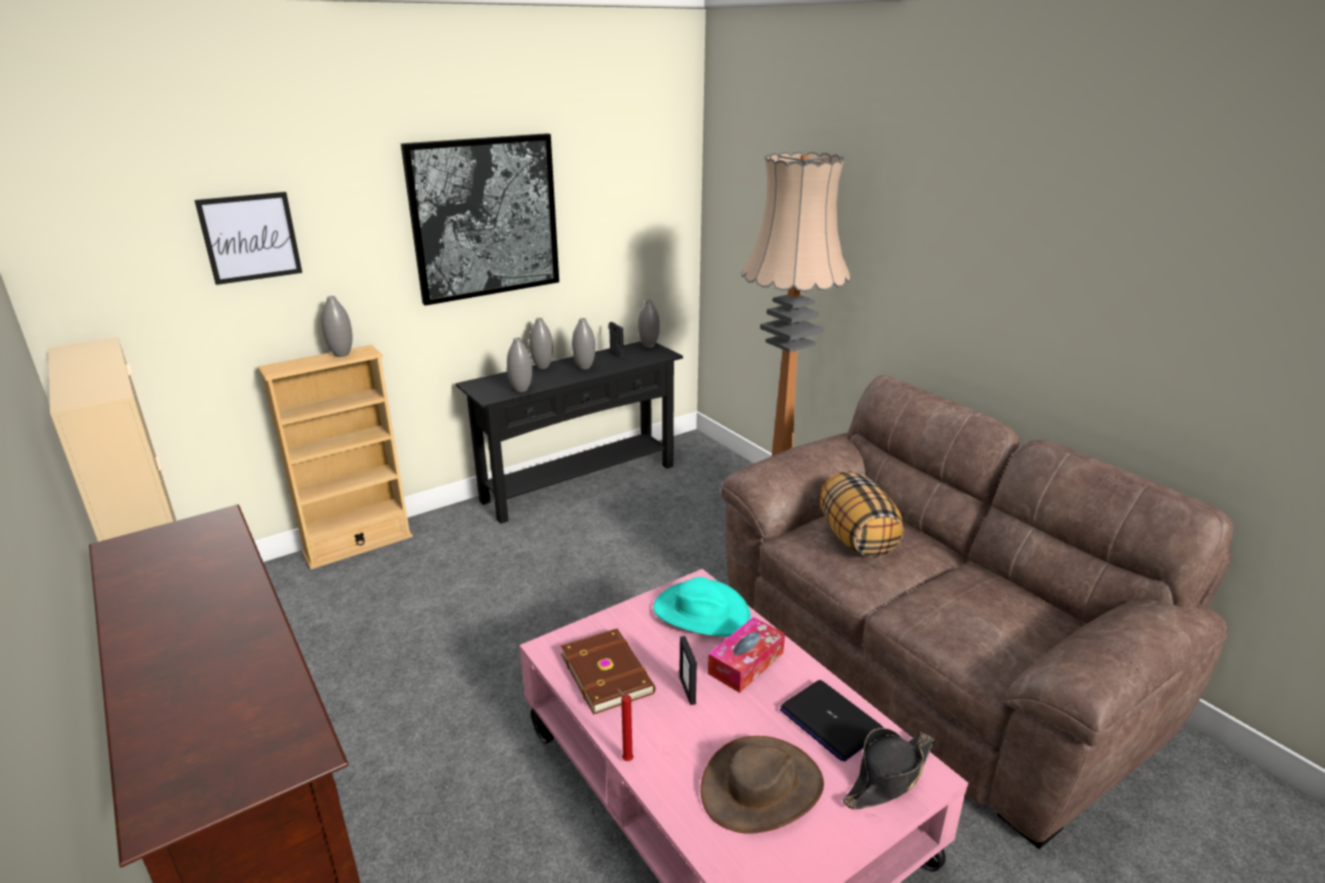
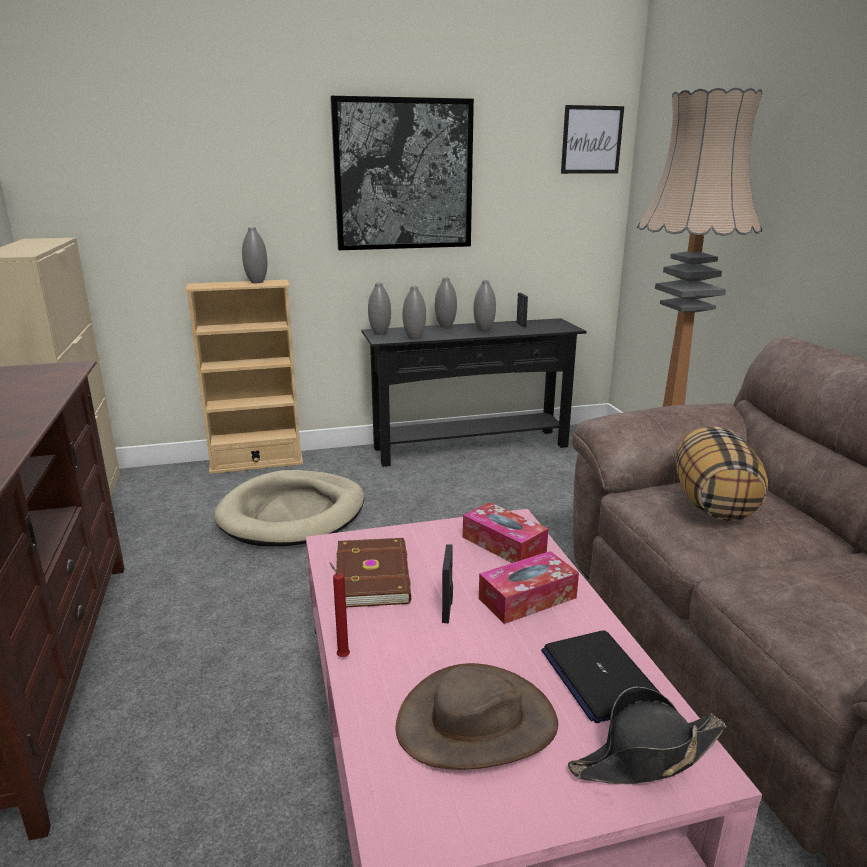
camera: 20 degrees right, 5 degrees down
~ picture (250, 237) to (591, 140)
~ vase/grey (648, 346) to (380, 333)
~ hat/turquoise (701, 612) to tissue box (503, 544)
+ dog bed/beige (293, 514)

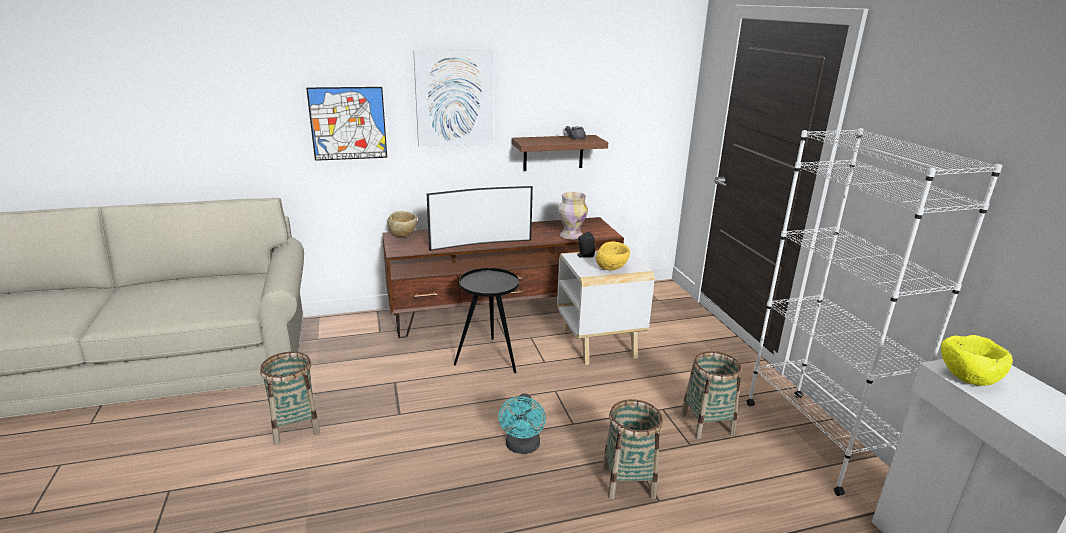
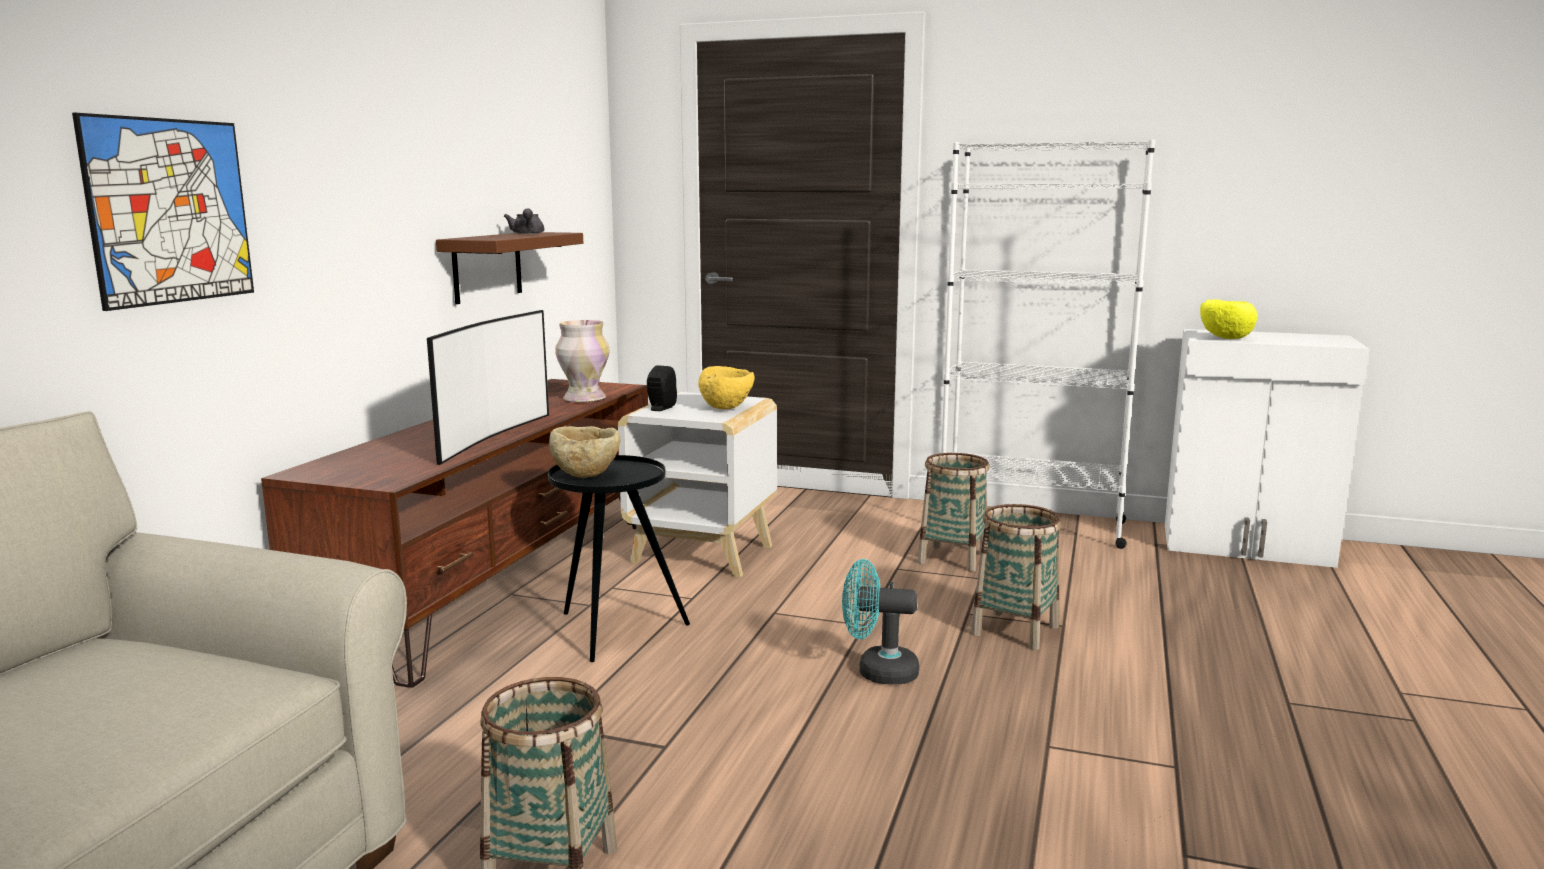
camera: 55 degrees left, 10 degrees down
- picture (454, 98)
~ bowl/beige (403, 235) to (586, 475)
~ fan/turquoise (522, 447) = (877, 671) 150 degrees clockwise

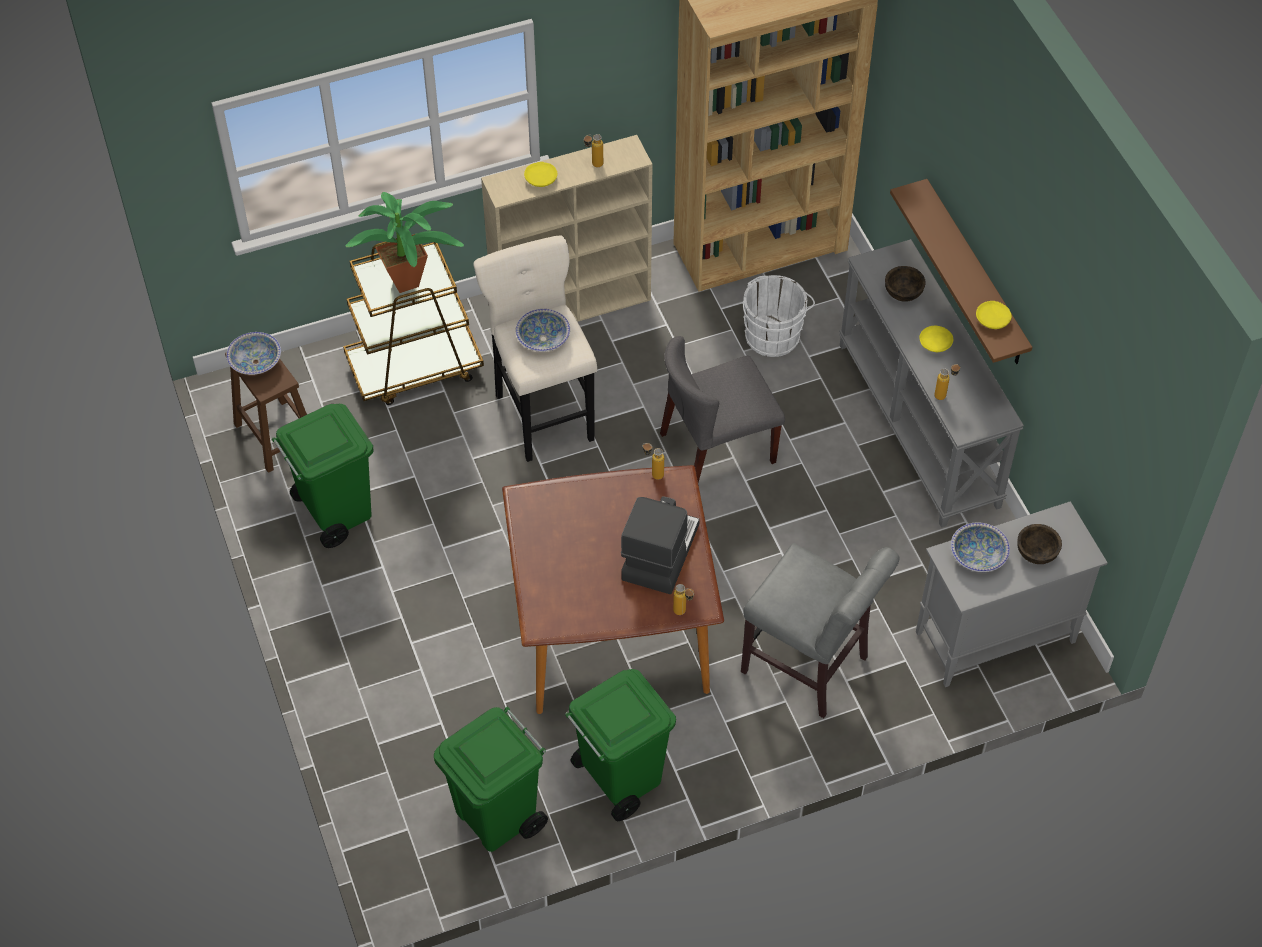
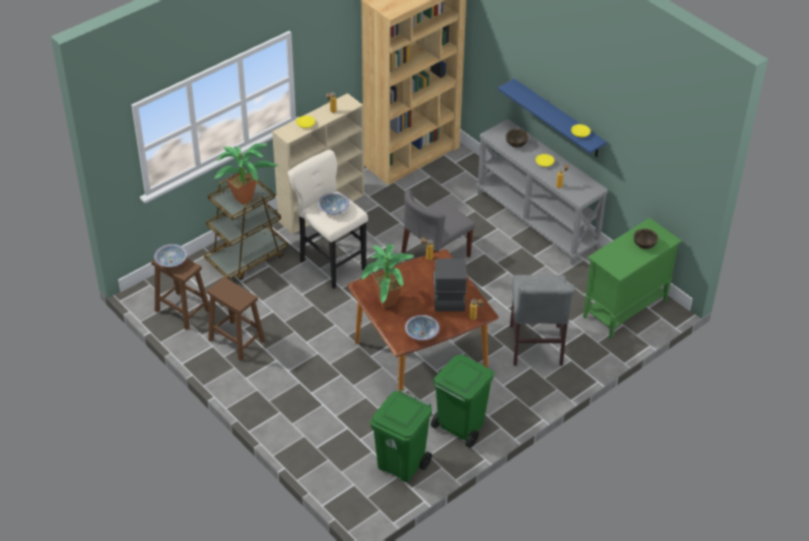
camera: 20 degrees left, 10 degrees down
~ shelf/brown (975, 275) to shelf/blue (558, 119)
- bucket/white (774, 334)
~ trash can/green (335, 512) to stool/brown (236, 340)
~ cabinet/grey (994, 638) to cabinet/green (624, 309)
~ bowl (978, 555) to (421, 333)
~ chair/grey (810, 668) = (536, 348) 75 degrees clockwise
+ potted plant (386, 305)

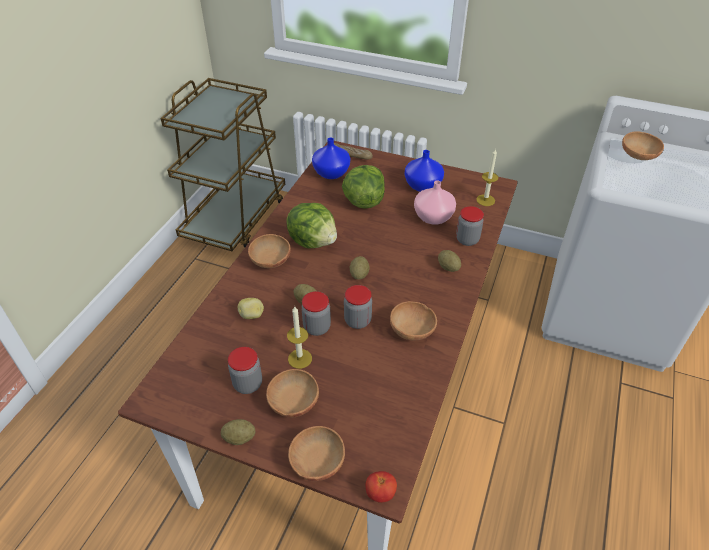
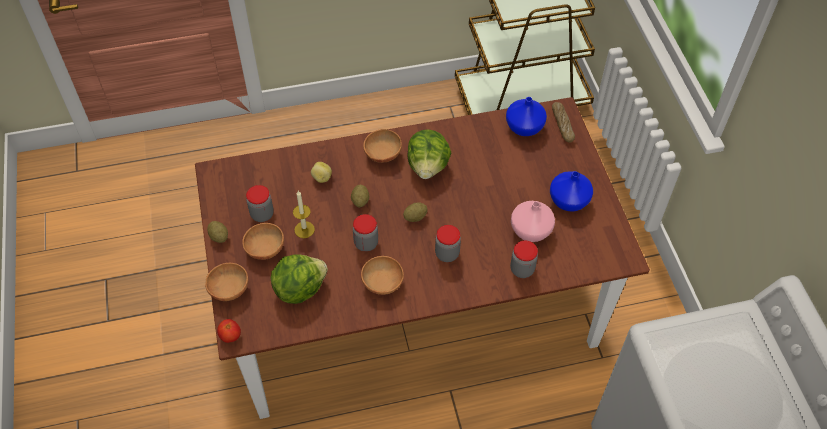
camera: 55 degrees right, 10 degrees up
- bowl/brown (637, 157)
- candle (485, 200)
~ lettuce (363, 201) to (299, 288)
- potato (448, 267)
~ jar (317, 327) to (447, 254)

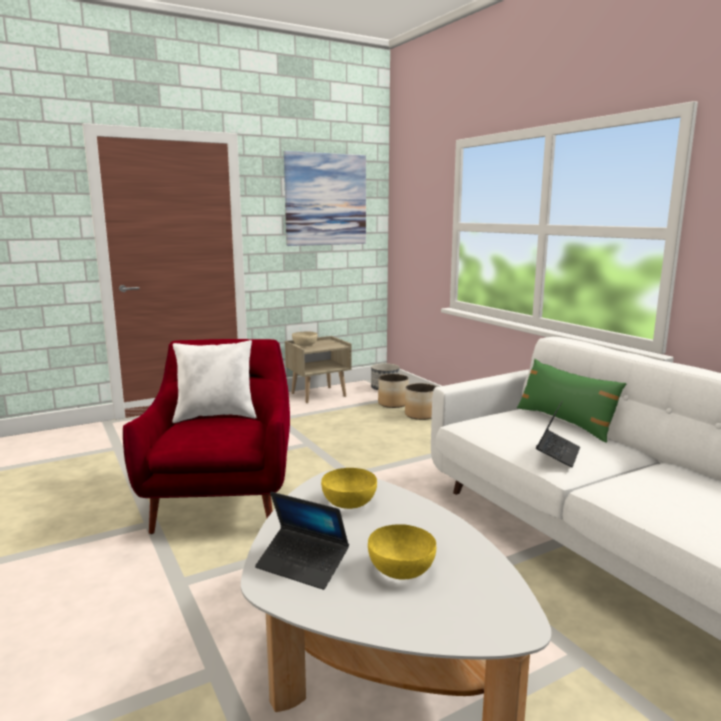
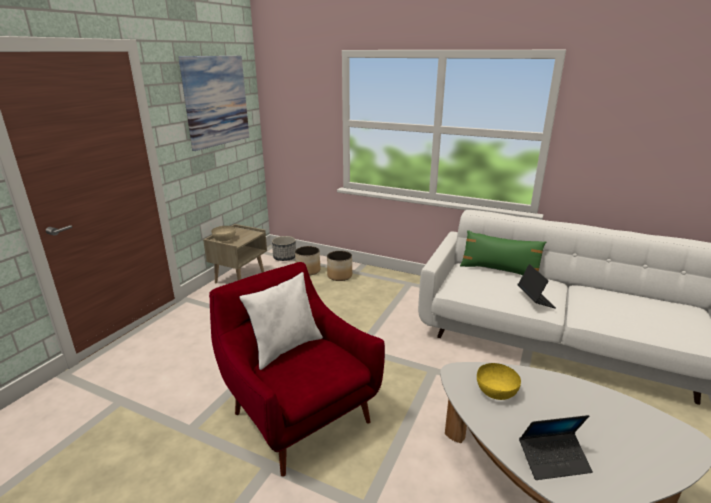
camera: 35 degrees left, 10 degrees up
- bowl/yellow (400, 569)

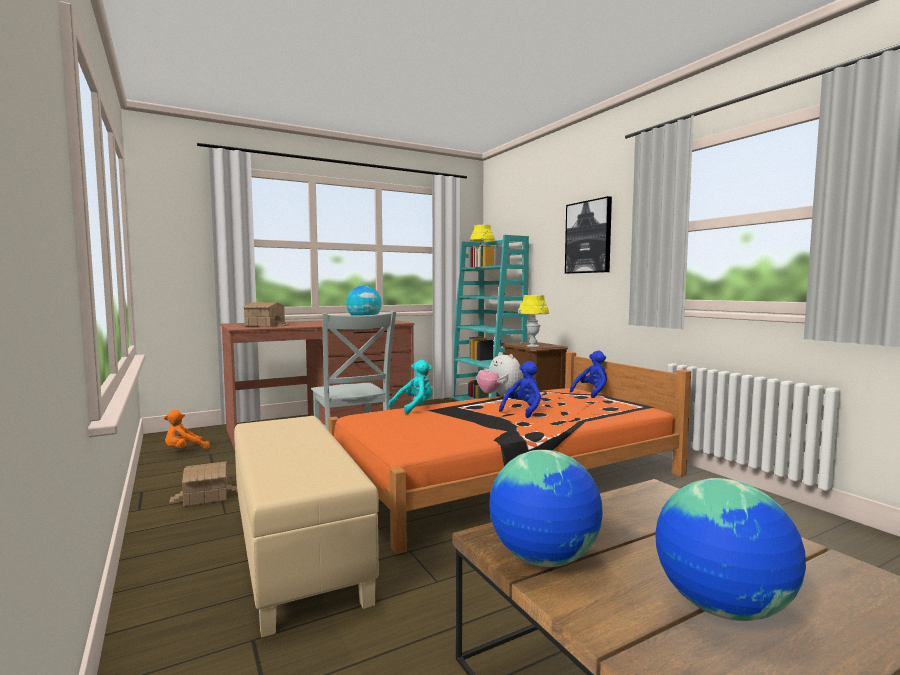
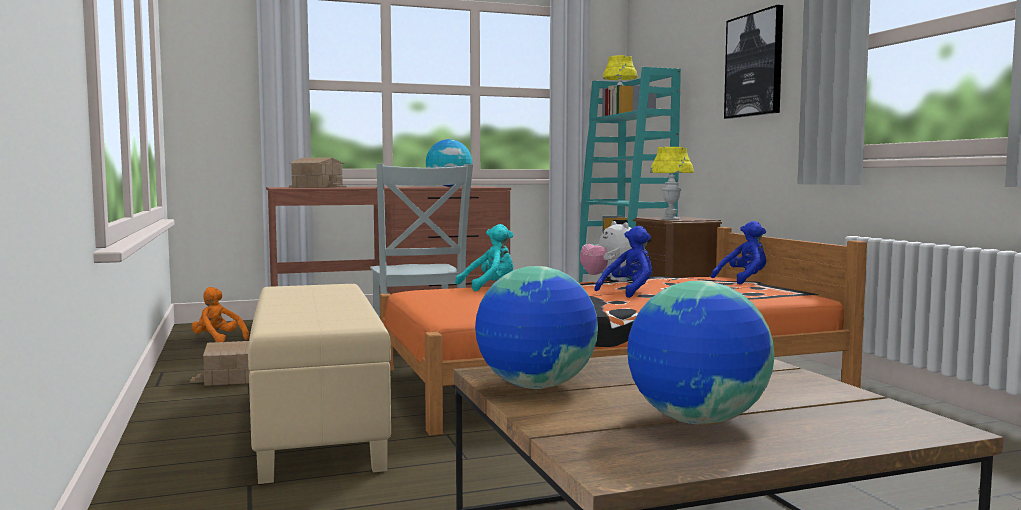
camera: 10 degrees right, 0 degrees up
~ plush toy/orange (184, 450) = (218, 340) 60 degrees clockwise

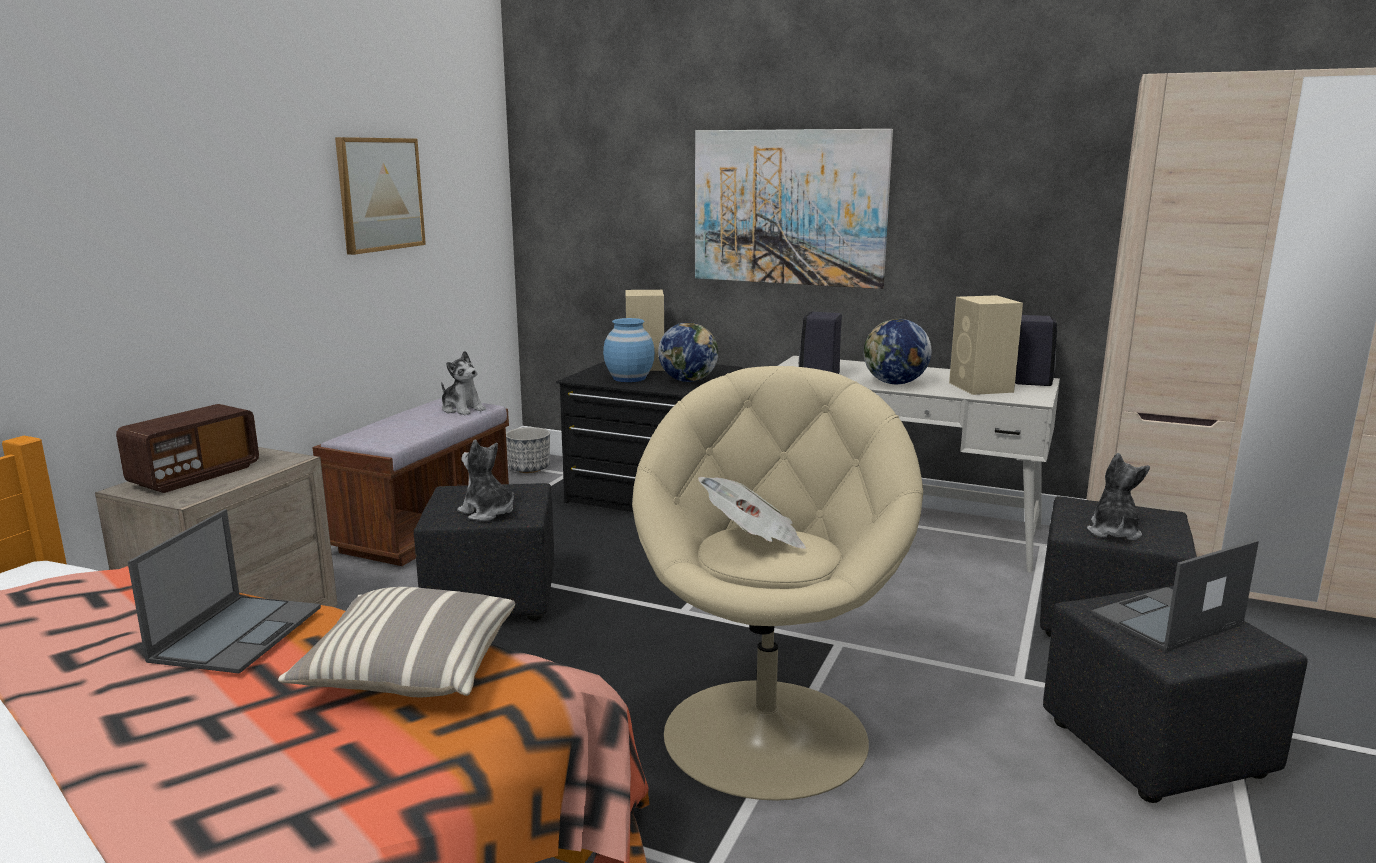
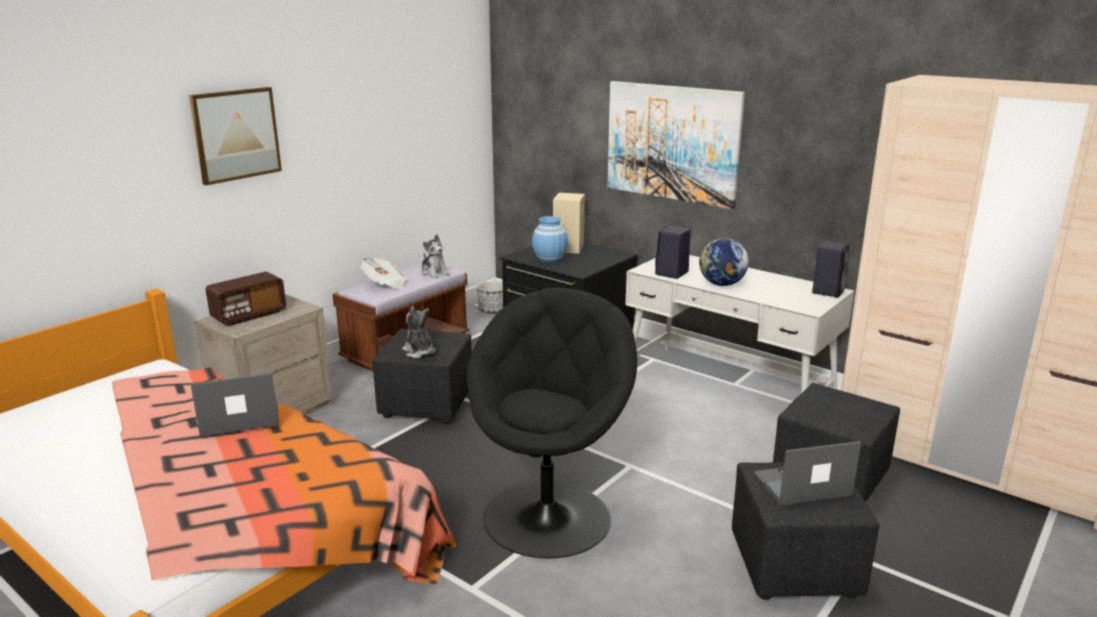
camera: 15 degrees right, 5 degrees up
~ picture (380, 194) to (236, 134)
- speaker/beige (981, 388)
- globe (688, 381)
~ armchair/beige (767, 733) to armchair/black (548, 516)
- plush toy (1113, 532)
~ newspaper (753, 539) to (385, 284)
~ laptop (238, 633) = (239, 419) 135 degrees counterclockwise
- pillow (409, 671)

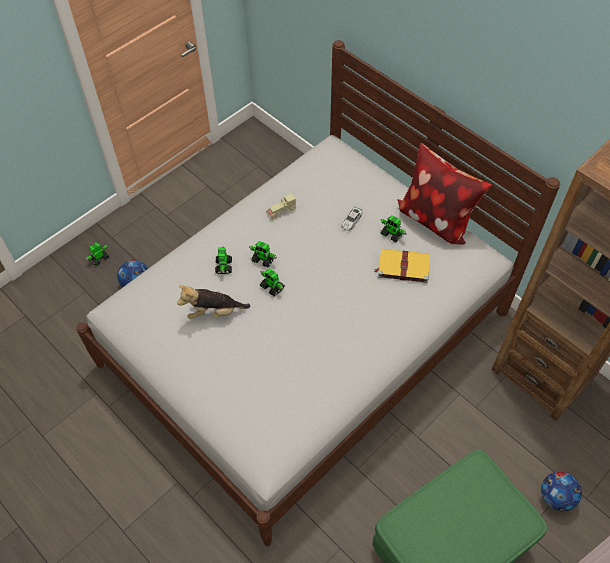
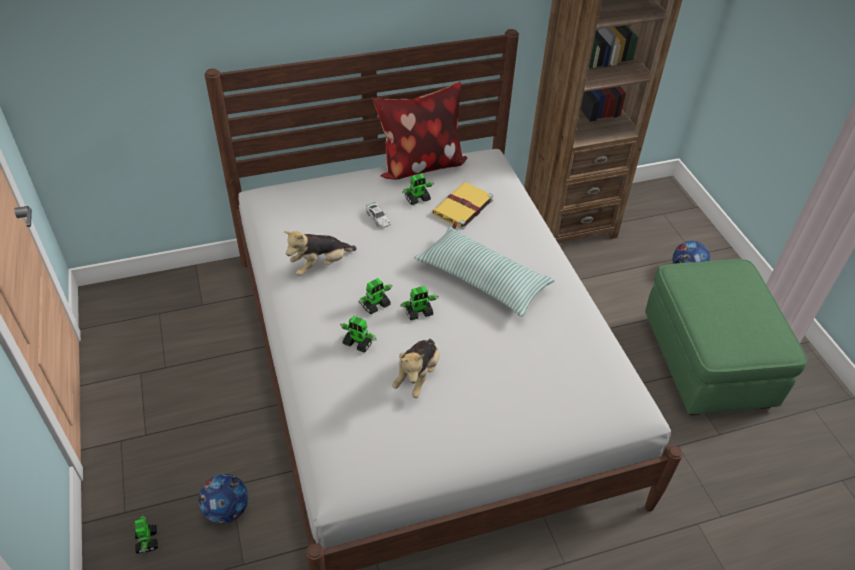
camera: 65 degrees left, 10 degrees down
~ toy car/beige (281, 212) to plush toy (320, 265)
+ pillow (482, 279)

